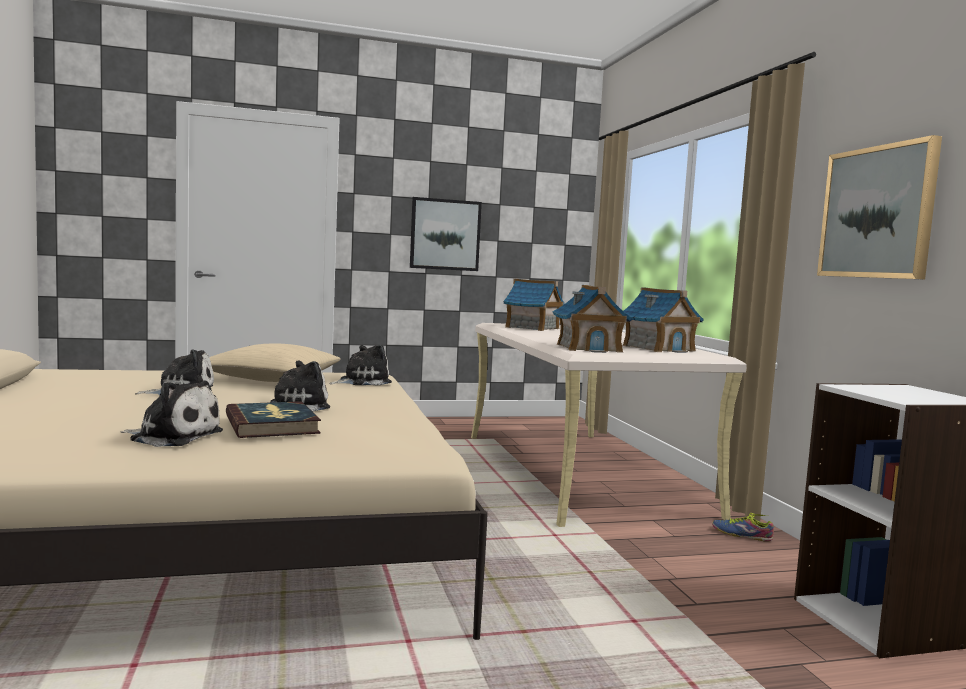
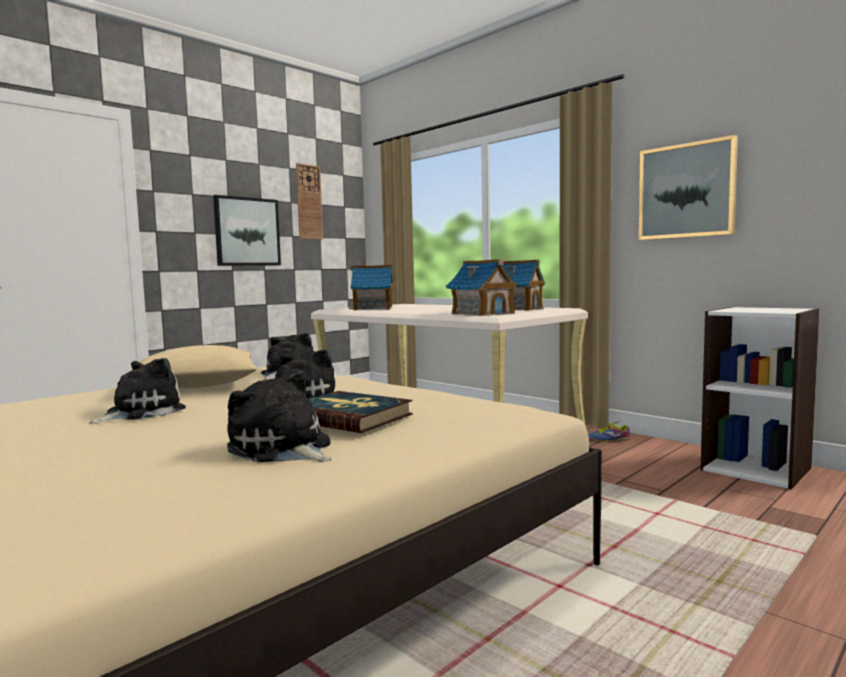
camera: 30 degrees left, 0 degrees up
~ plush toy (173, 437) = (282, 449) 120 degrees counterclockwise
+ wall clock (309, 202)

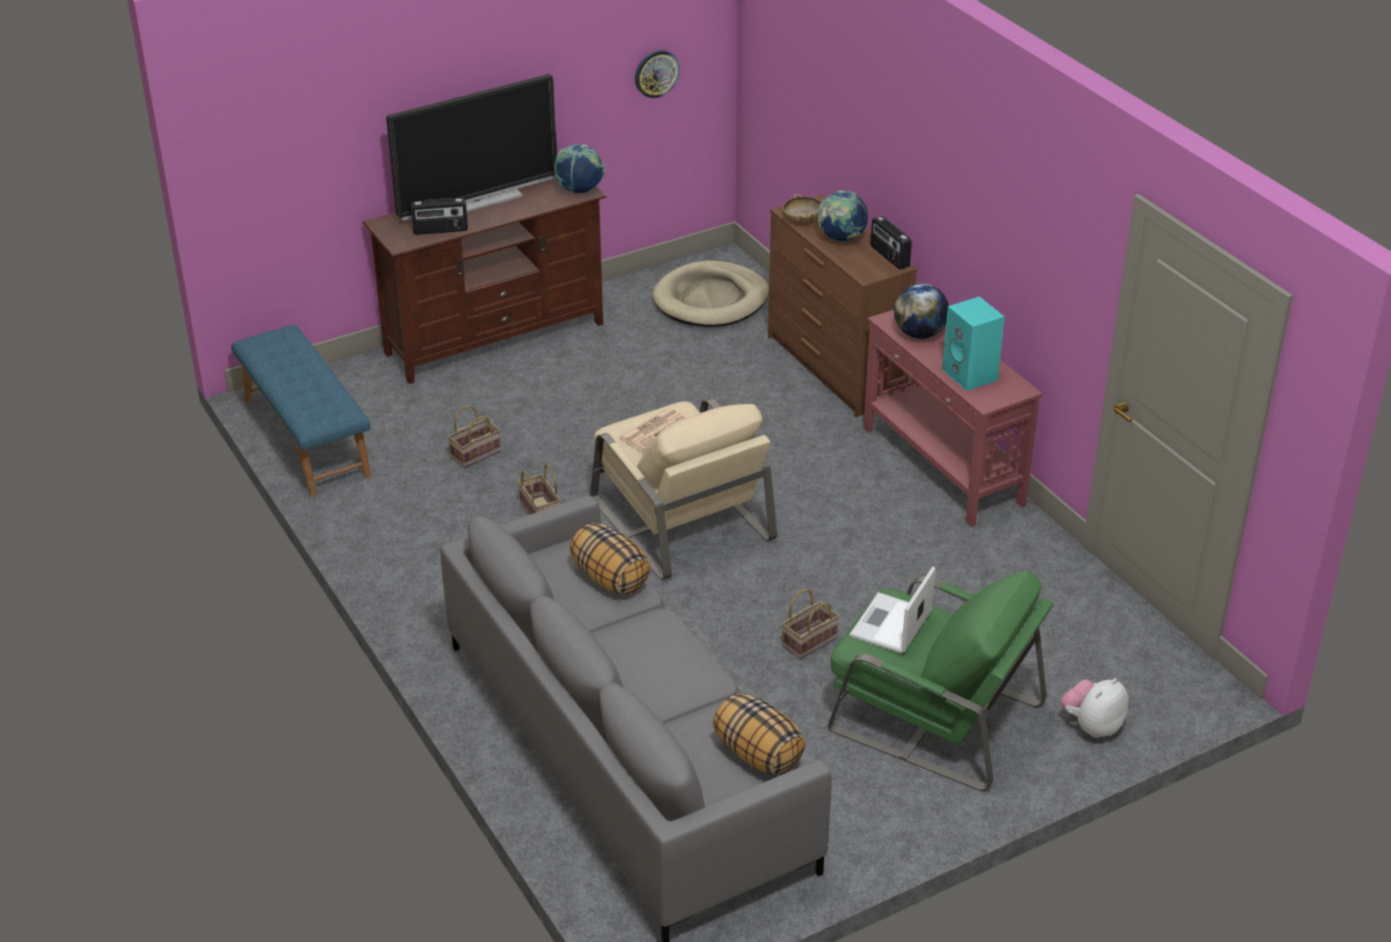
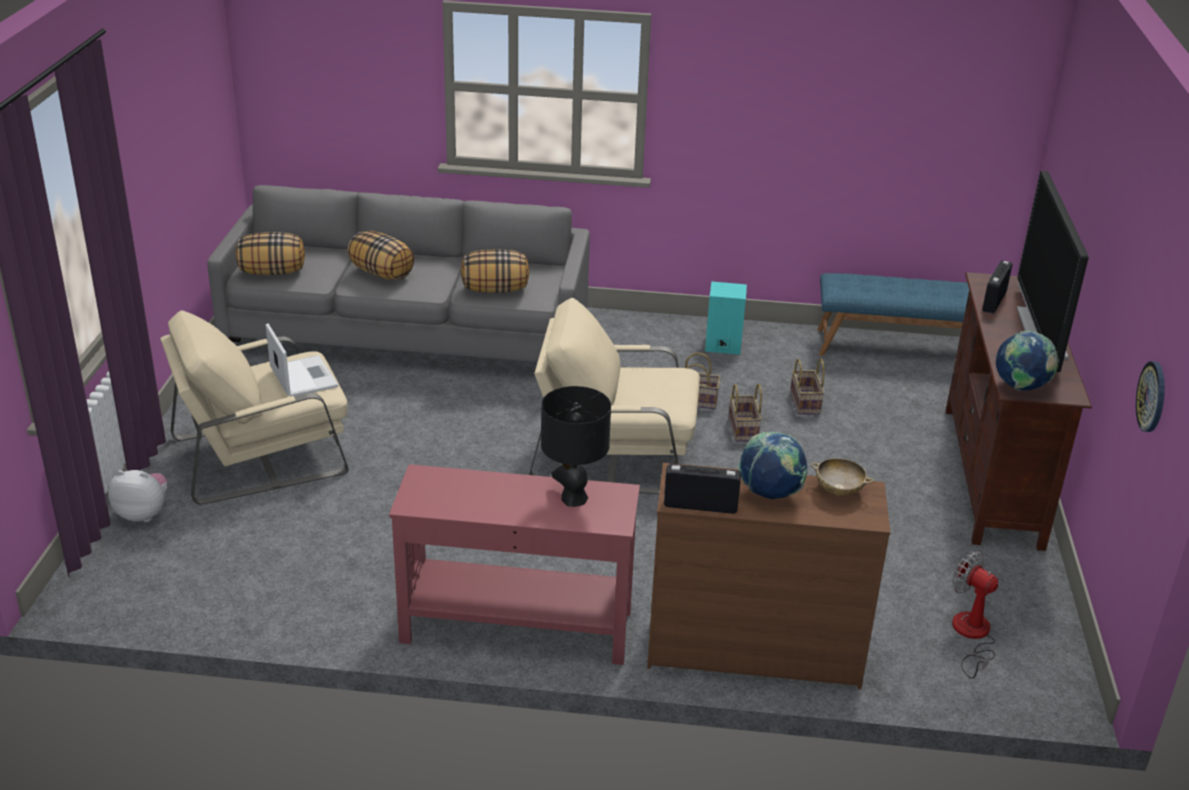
camera: 125 degrees right, 5 degrees down
~ dog bed/beige (711, 300) to fan (971, 636)
~ globe (920, 334) to table lamp/black (573, 498)
~ speaker/turquoise (971, 375) to (722, 345)
- newspaper (655, 429)
~ armchair/green (933, 716) to armchair/beige (262, 454)
~ basket (809, 641) to (744, 430)
~ plush toy (1092, 726) = (143, 514) 75 degrees counterclockwise
+ pillow (382, 273)

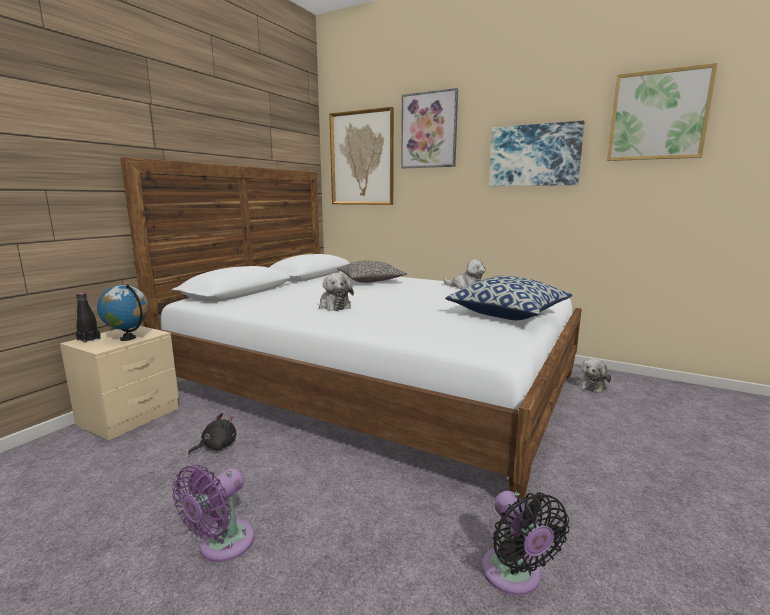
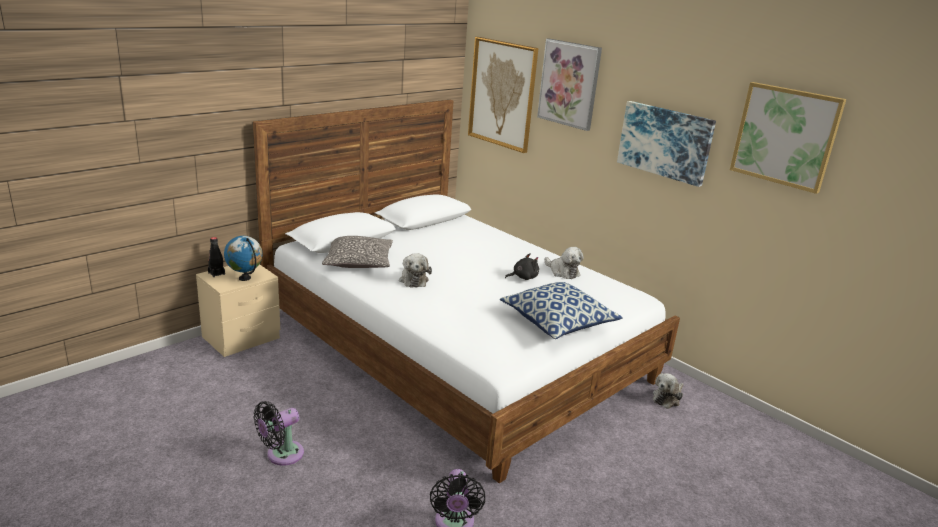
camera: 15 degrees right, 10 degrees up
~ pillow (370, 280) to (358, 261)
~ plush toy/black (217, 446) to (523, 277)
~ fan/purple (221, 545) to fan/black (281, 455)

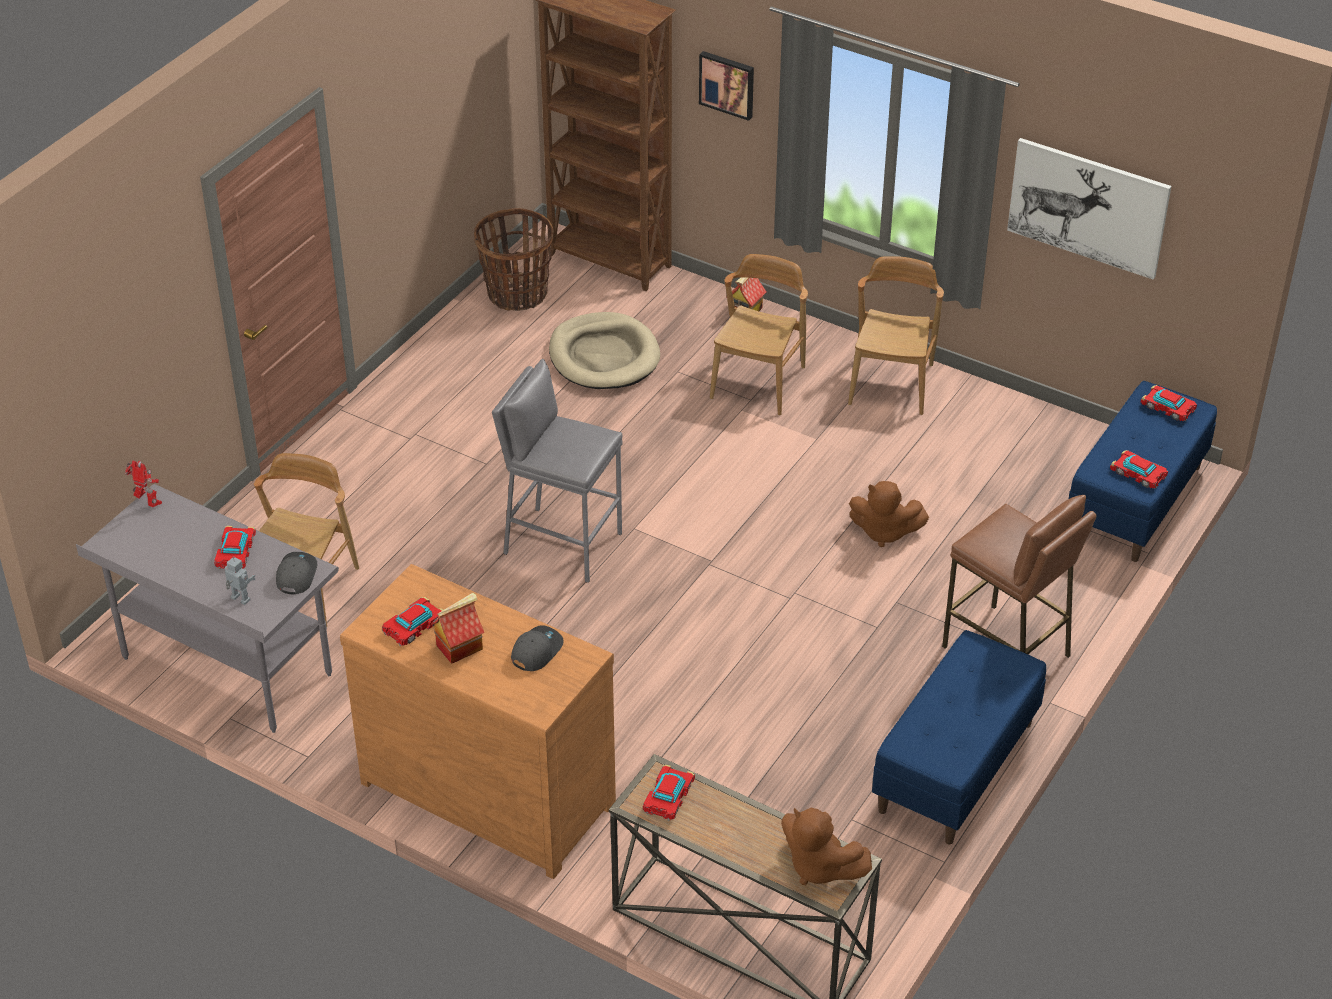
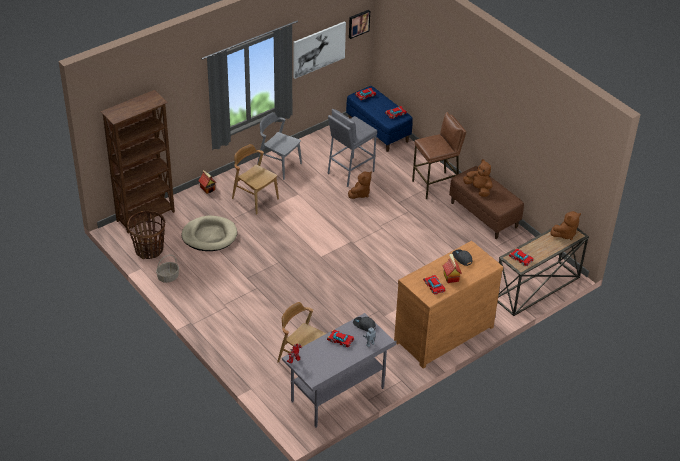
camera: 70 degrees left, 0 degrees up
~ picture (727, 84) to (358, 23)
~ chair/brown (891, 384) to chair/grey (279, 165)
~ stool/grey (562, 543) to (350, 172)
~ bench/blue (956, 768) to bench/brown (484, 215)
+ plush toy/brown (478, 189)
+ basket (168, 277)

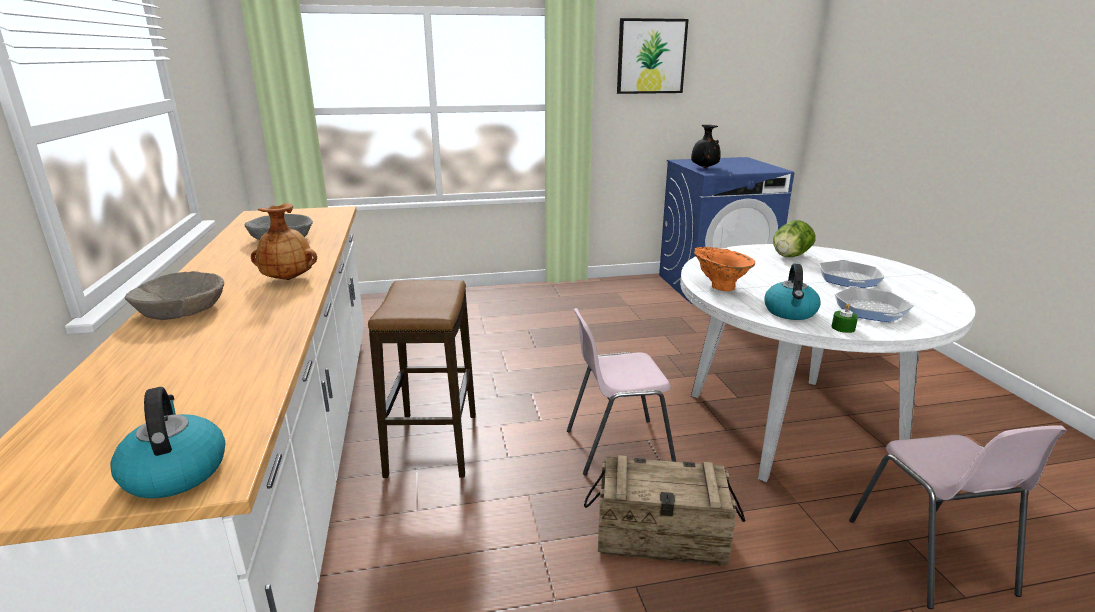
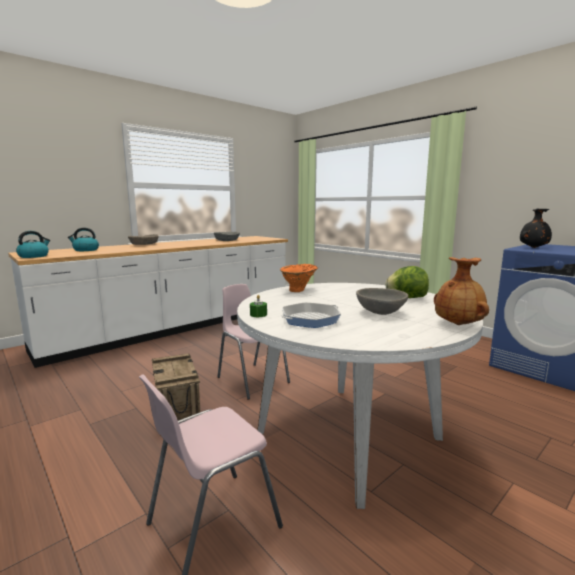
camera: 60 degrees right, 10 degrees down
- picture (651, 56)
~ vase/brown (288, 279) to (458, 324)
~ frying pan (848, 279) to bowl/grey (380, 312)
~ kettle (790, 312) to (85, 250)
- stool (432, 444)

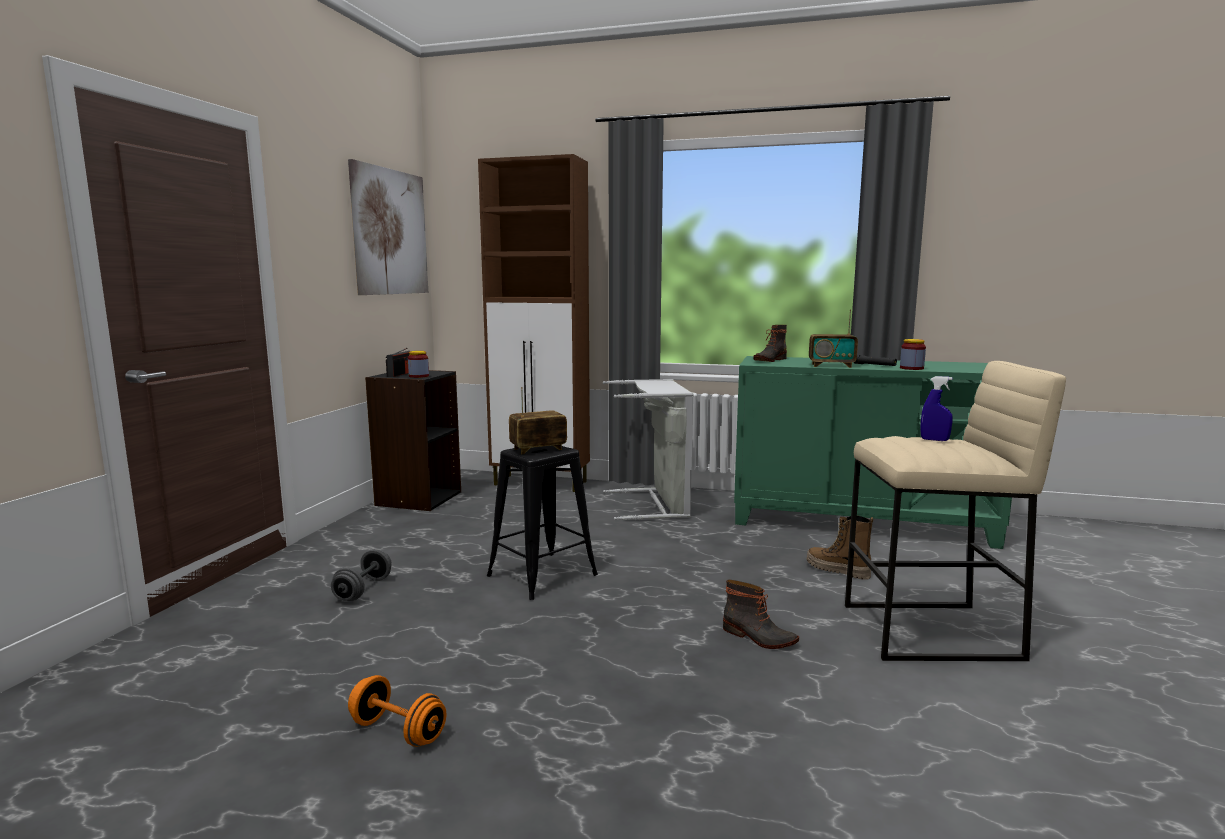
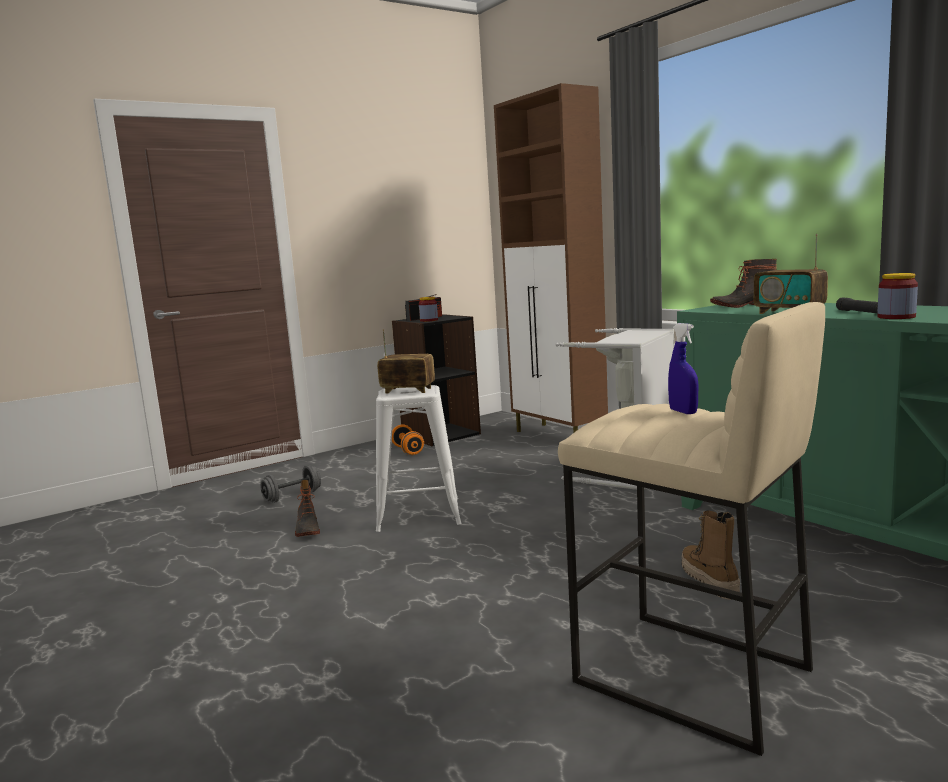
camera: 40 degrees right, 0 degrees up
- picture (390, 232)
~ stool/black (543, 575) to stool/white (419, 514)
~ boot (758, 638) to (307, 529)
~ dumbbell/orange (398, 731) to (408, 450)

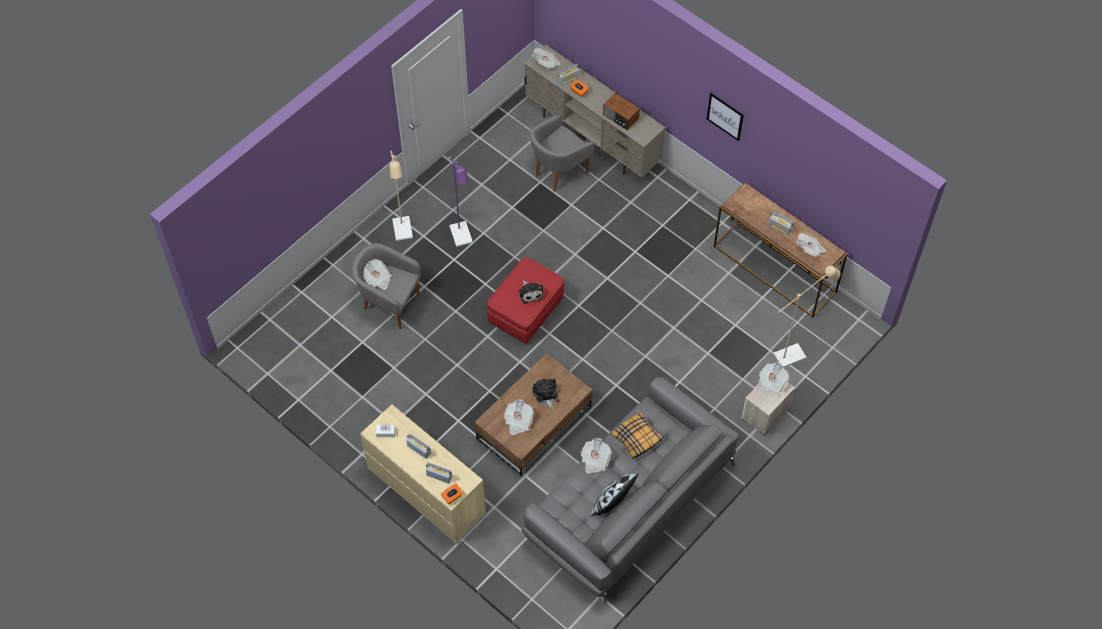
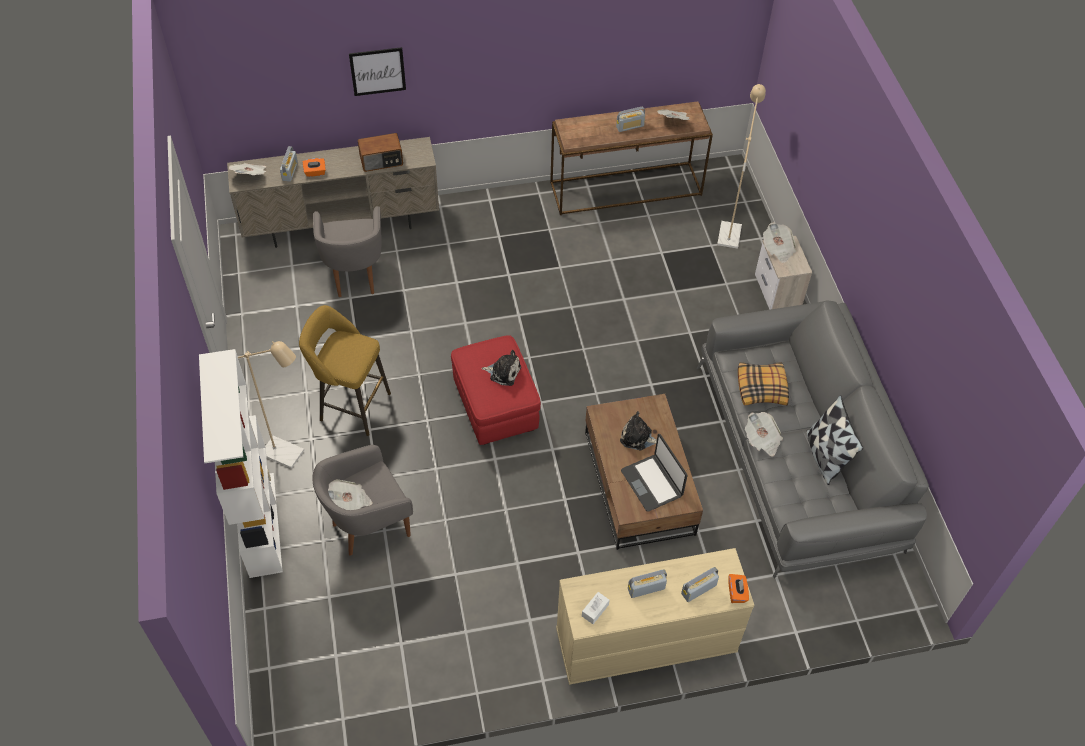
camera: 55 degrees left, 5 degrees down
~ picture (725, 116) to (377, 71)
~ floor lamp/purple (462, 238) to stool/yellow (351, 405)
~ newspaper (518, 421) to laptop (652, 483)
+ bookcase/white (261, 524)

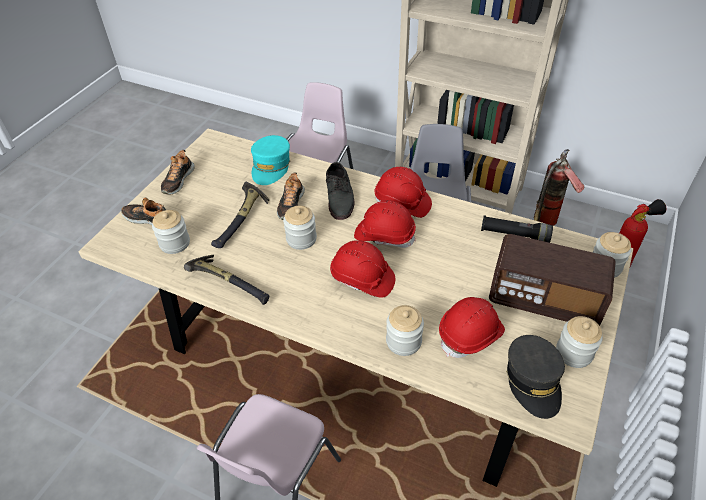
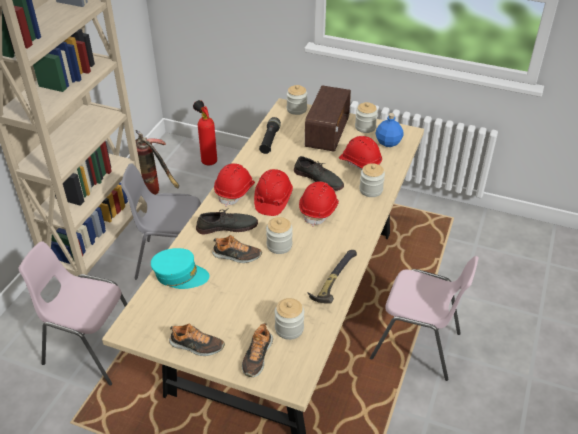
camera: 95 degrees left, 5 degrees down
- hammer (243, 221)
~ cap/grey (533, 381) to bottle/blue (388, 142)
+ shoe/grey (318, 178)

